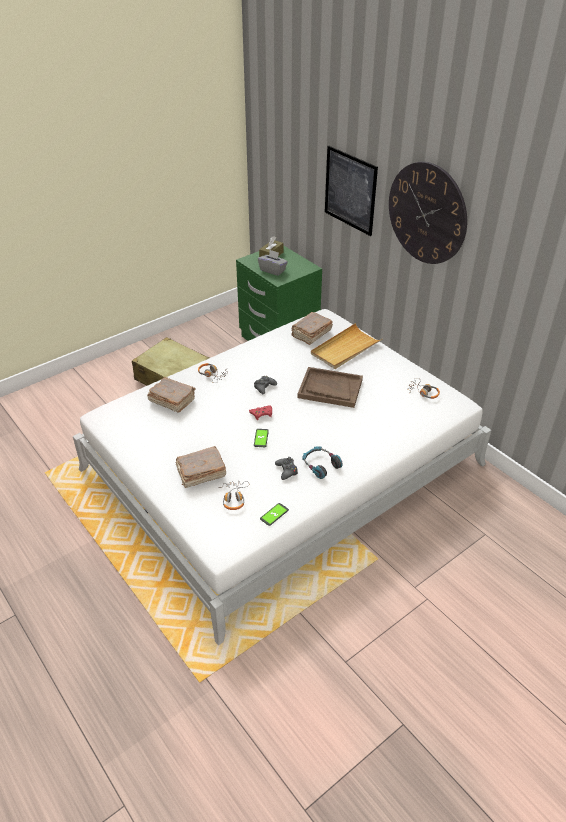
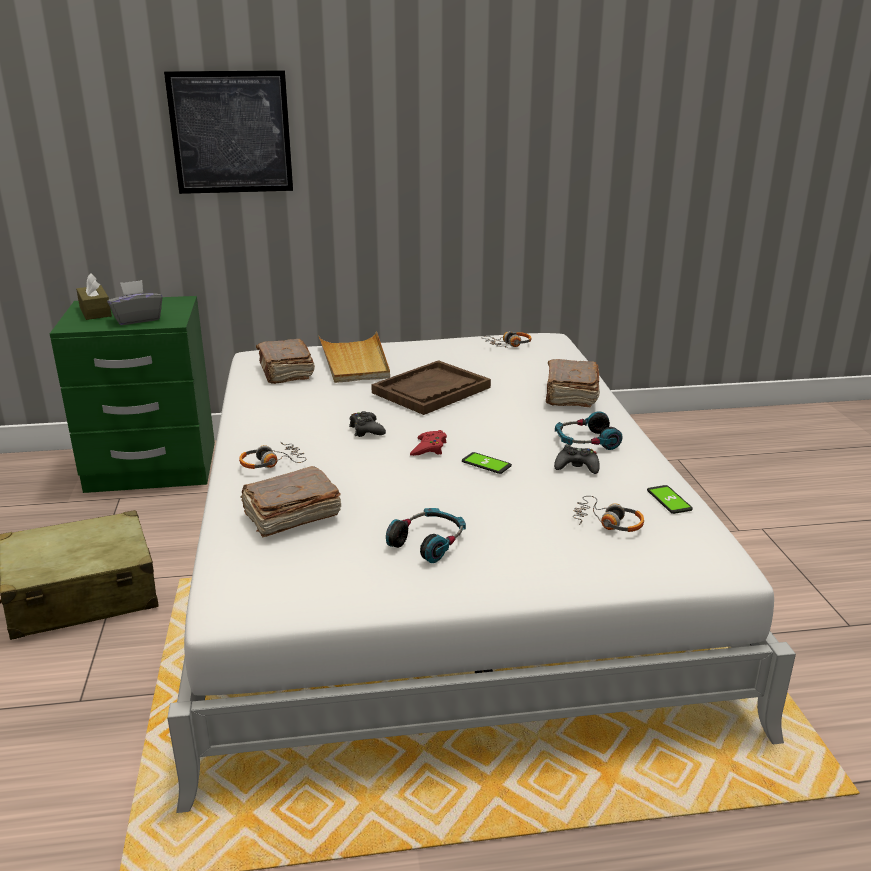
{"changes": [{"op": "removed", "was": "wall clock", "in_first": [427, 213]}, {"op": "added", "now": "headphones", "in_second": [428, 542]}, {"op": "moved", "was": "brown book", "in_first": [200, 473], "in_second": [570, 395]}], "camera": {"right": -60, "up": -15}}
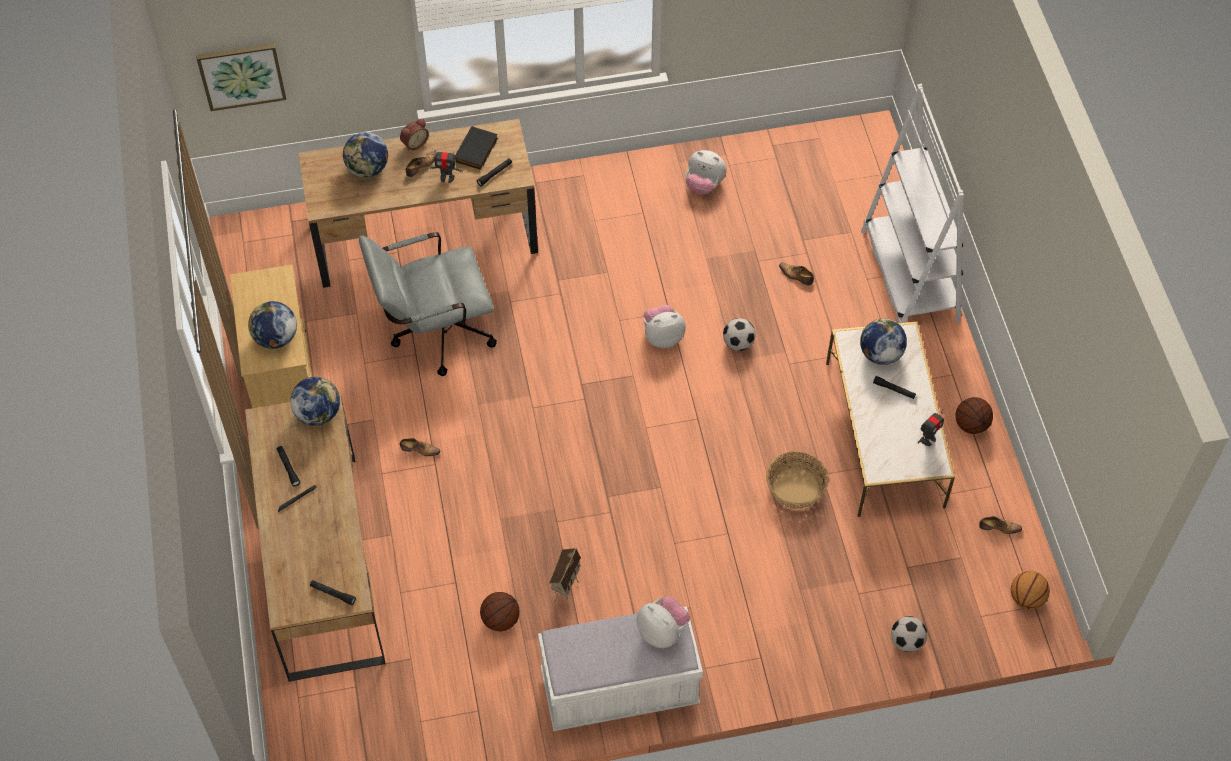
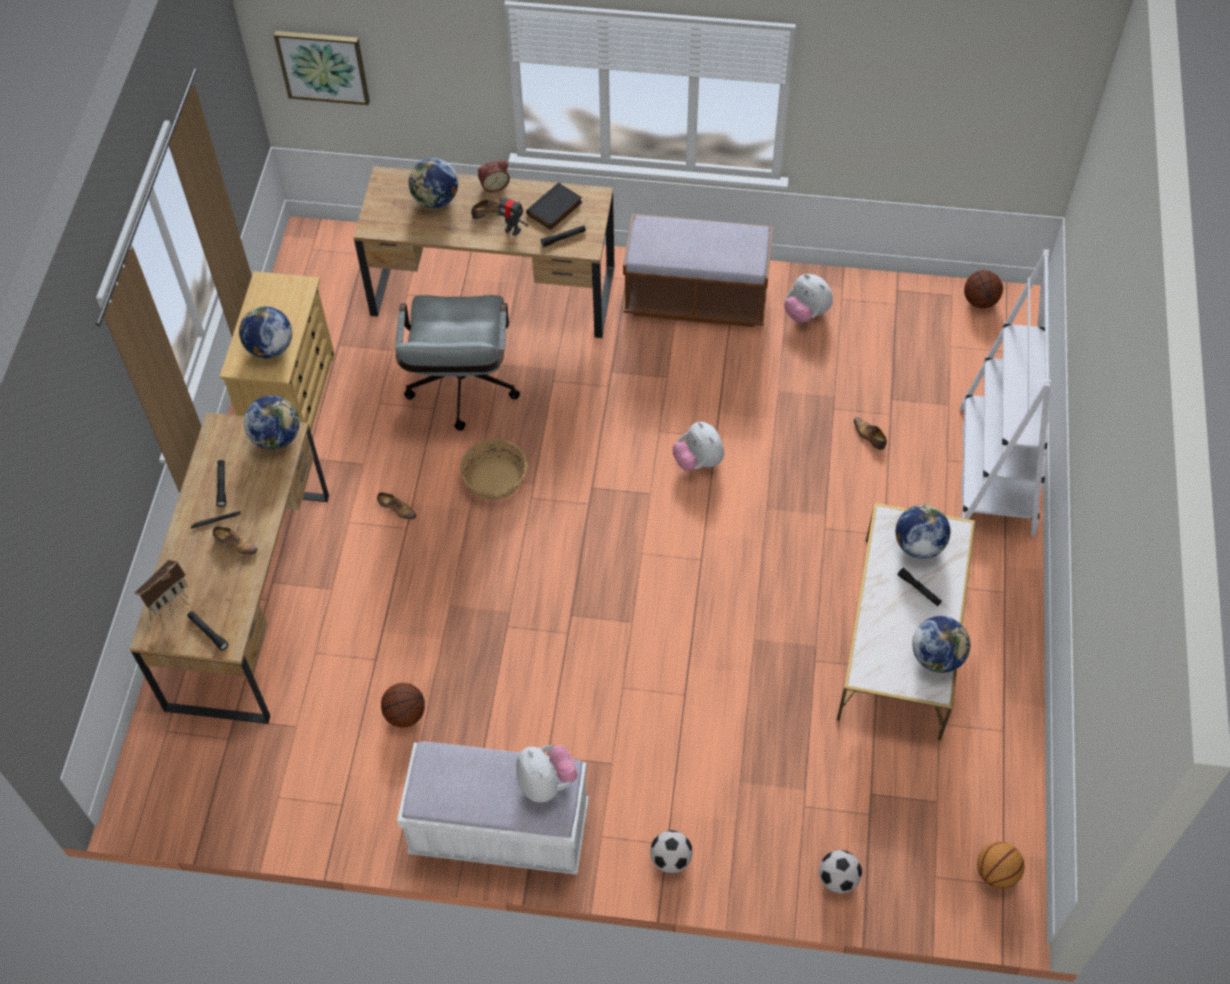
{"changes": [{"op": "added", "now": "brown bench", "in_second": [696, 299]}, {"op": "moved", "was": "toy house", "in_first": [565, 589], "in_second": [170, 608]}, {"op": "moved", "was": "football", "in_first": [738, 343], "in_second": [670, 859]}, {"op": "moved", "was": "basket", "in_first": [795, 488], "in_second": [495, 478]}, {"op": "moved", "was": "basketball", "in_first": [971, 424], "in_second": [980, 300]}, {"op": "moved", "was": "shoe", "in_first": [998, 527], "in_second": [235, 543]}, {"op": "replaced", "was": "toy robot", "now": "globe", "in_first": [928, 439], "in_second": [937, 656]}, {"op": "turned", "was": "grey office chair", "in_first": [434, 334], "in_second": [461, 393], "clockwise": -90}, {"op": "turned", "was": "plush toy", "in_first": [662, 336], "in_second": [698, 461], "clockwise": -120}], "camera": {"right": 20, "up": 0}}
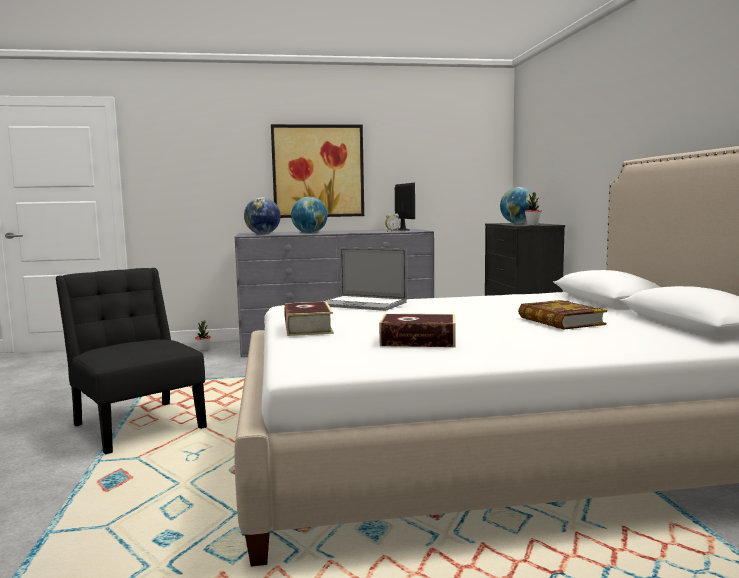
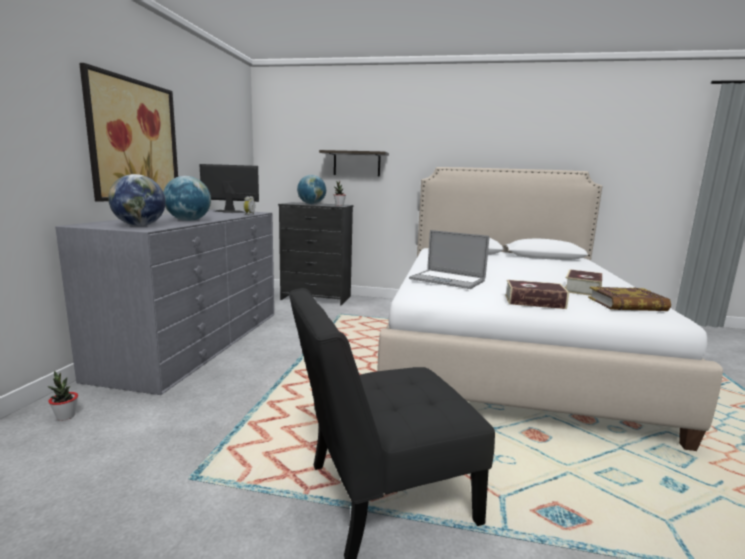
{"changes": [{"op": "added", "now": "shelf", "in_second": [356, 164]}, {"op": "moved", "was": "book", "in_first": [560, 321], "in_second": [627, 304]}, {"op": "turned", "was": "laptop", "in_first": [362, 304], "in_second": [447, 280], "clockwise": 75}], "camera": {"right": -70, "up": 5}}
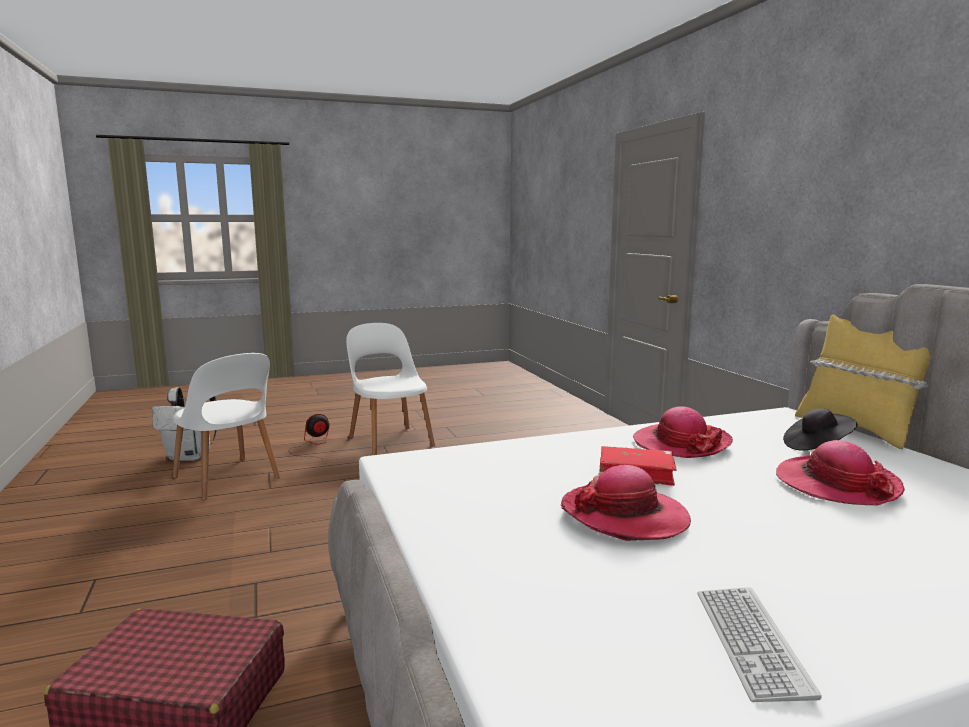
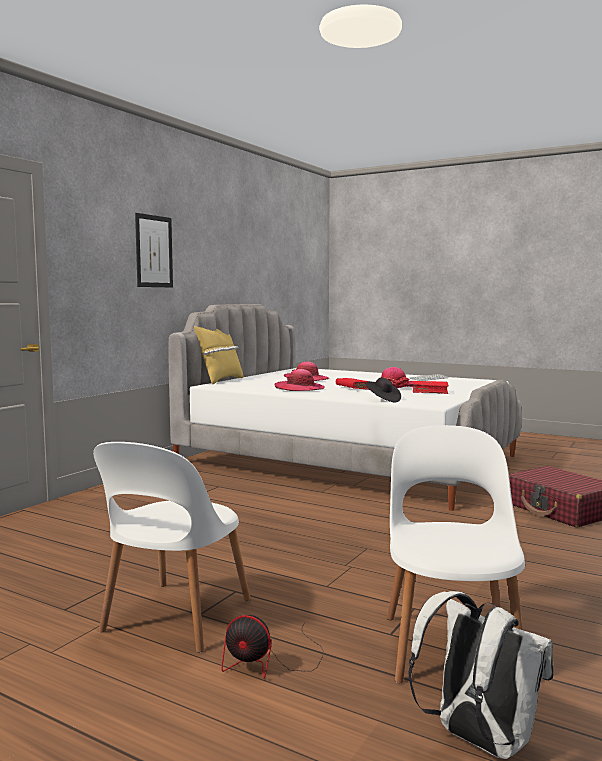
{"changes": [{"op": "added", "now": "picture", "in_second": [154, 251]}, {"op": "added", "now": "red book", "in_second": [430, 391]}, {"op": "moved", "was": "black hat", "in_first": [817, 446], "in_second": [383, 400]}], "camera": {"right": -130, "up": -5}}
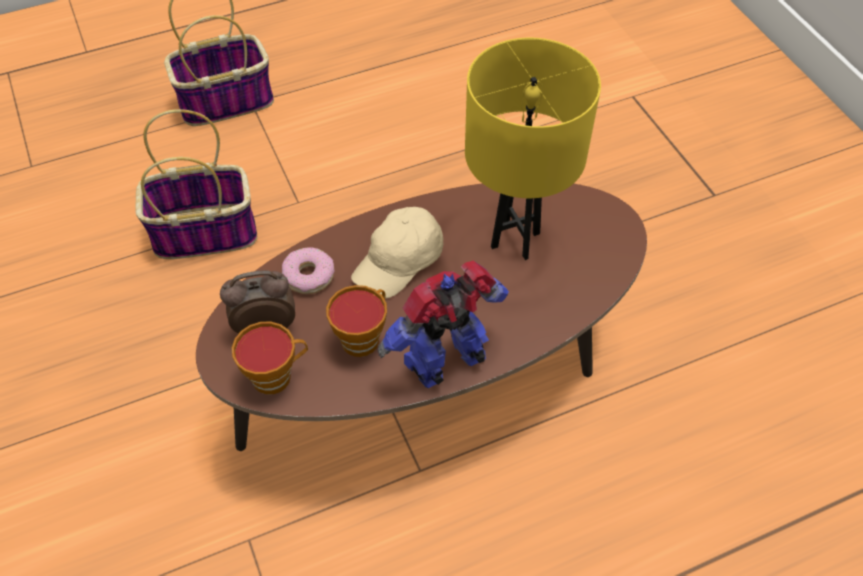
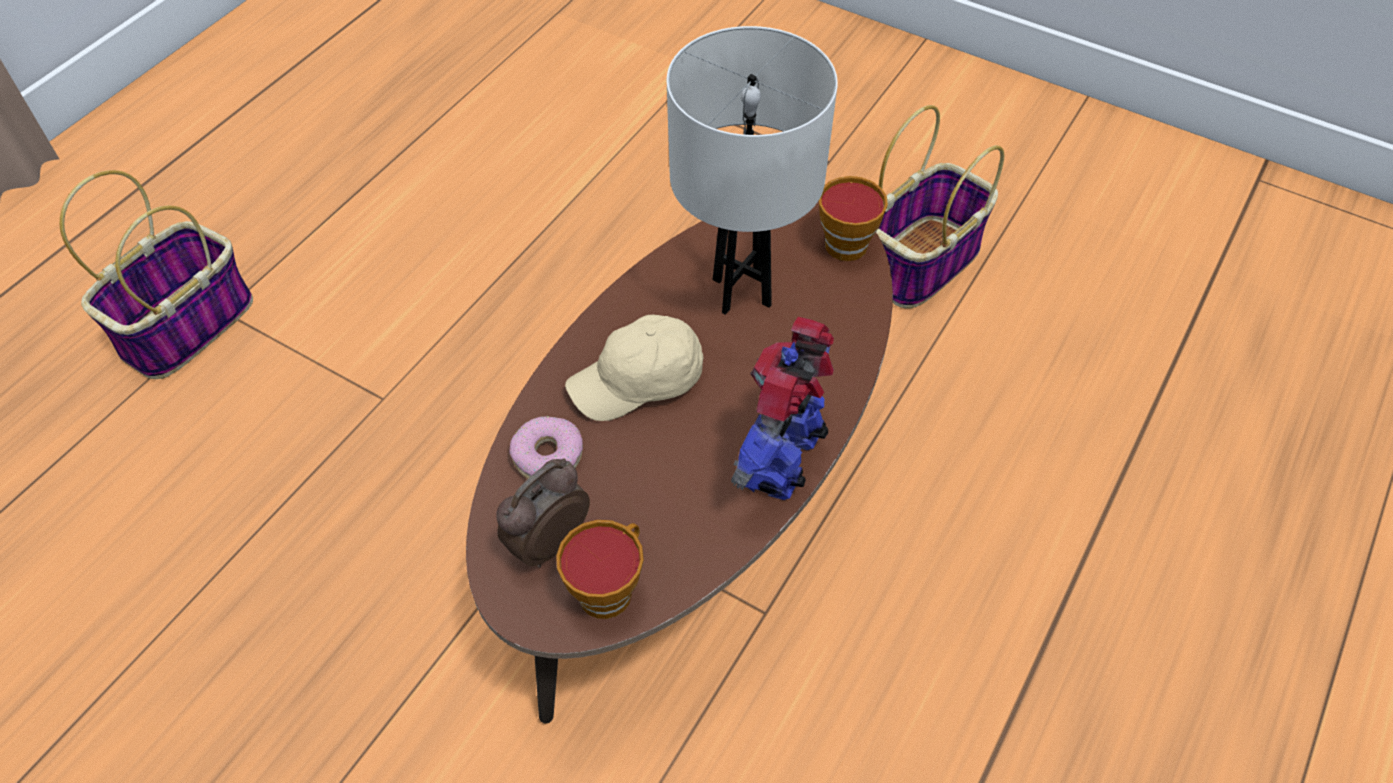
{"changes": [{"op": "moved", "was": "basket", "in_first": [206, 232], "in_second": [921, 261]}, {"op": "moved", "was": "cup", "in_first": [363, 337], "in_second": [845, 241]}, {"op": "recoloured", "was": "yellow table lamp", "now": "white table lamp", "in_first": [515, 240], "in_second": [741, 292]}, {"op": "turned", "was": "beige cap", "in_first": [400, 262], "in_second": [639, 382], "clockwise": 60}], "camera": {"right": -35, "up": 0}}
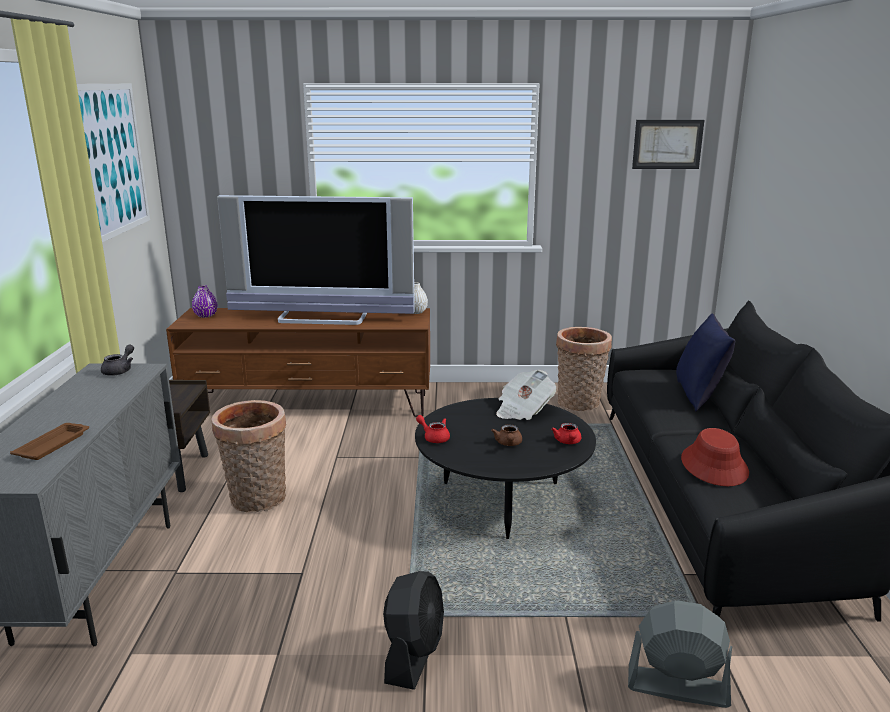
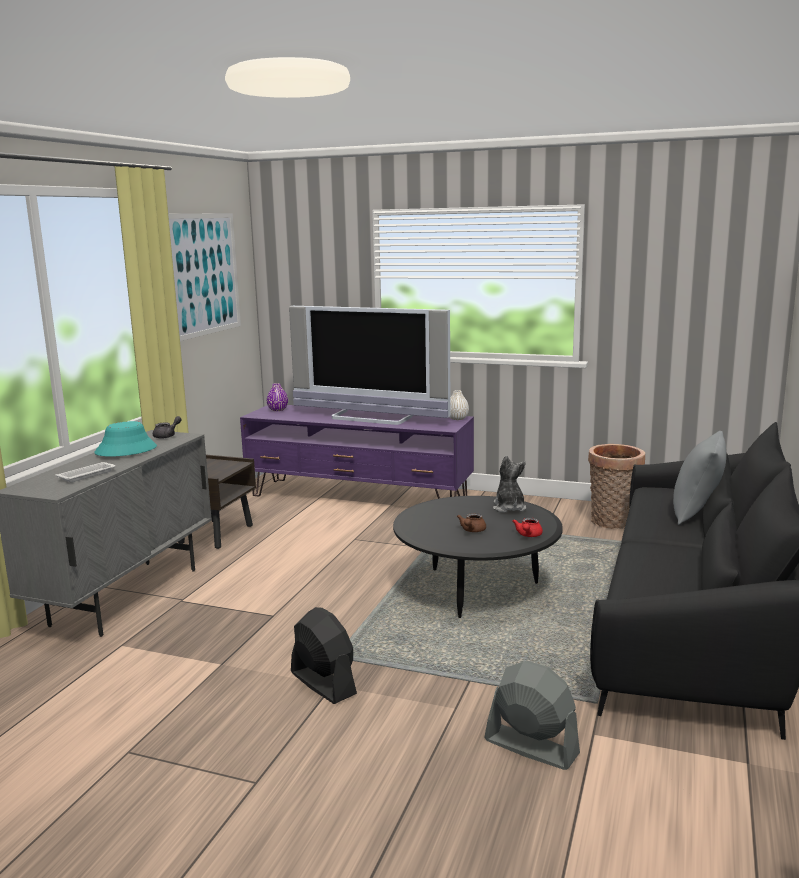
{"changes": [{"op": "removed", "was": "basket", "in_first": [257, 501]}, {"op": "removed", "was": "red teapot", "in_first": [434, 437]}, {"op": "removed", "was": "picture", "in_first": [667, 144]}, {"op": "removed", "was": "red hat", "in_first": [714, 466]}, {"op": "added", "now": "turquoise hat", "in_second": [126, 450]}, {"op": "replaced", "was": "newspaper", "now": "plush toy", "in_first": [523, 410], "in_second": [509, 508]}, {"op": "recoloured", "was": "brown tray", "now": "white tray", "in_first": [53, 445], "in_second": [88, 475]}, {"op": "recoloured", "was": "brown tv stand", "now": "purple tv stand", "in_first": [310, 404], "in_second": [359, 497]}, {"op": "recoloured", "was": "blue pillow", "now": "grey pillow", "in_first": [699, 396], "in_second": [696, 513]}, {"op": "turned", "was": "black fan", "in_first": [414, 654], "in_second": [323, 683], "clockwise": -75}], "camera": {"right": 20, "up": -5}}
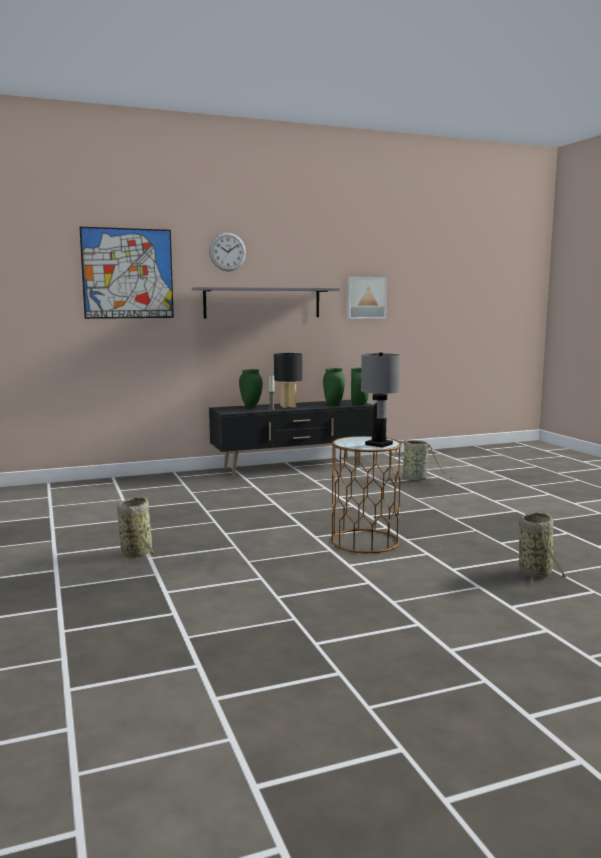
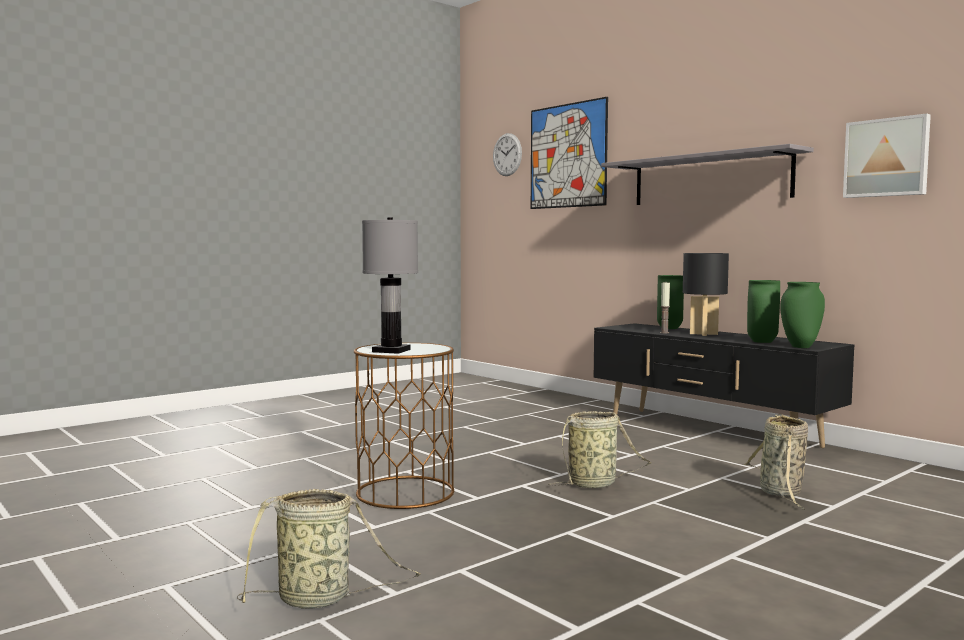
{"changes": [{"op": "moved", "was": "basket", "in_first": [137, 552], "in_second": [595, 484]}, {"op": "moved", "was": "wall clock", "in_first": [227, 252], "in_second": [507, 154]}], "camera": {"right": 70, "up": -5}}
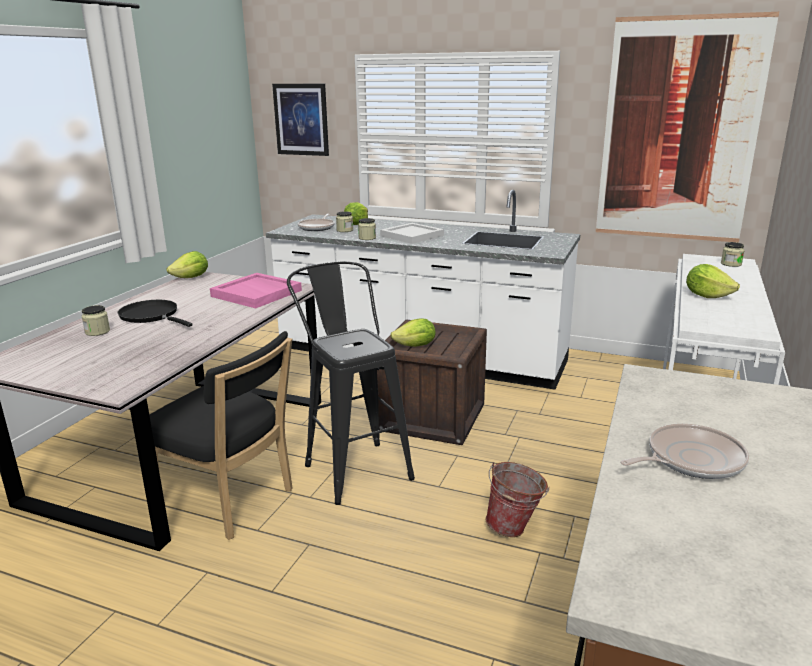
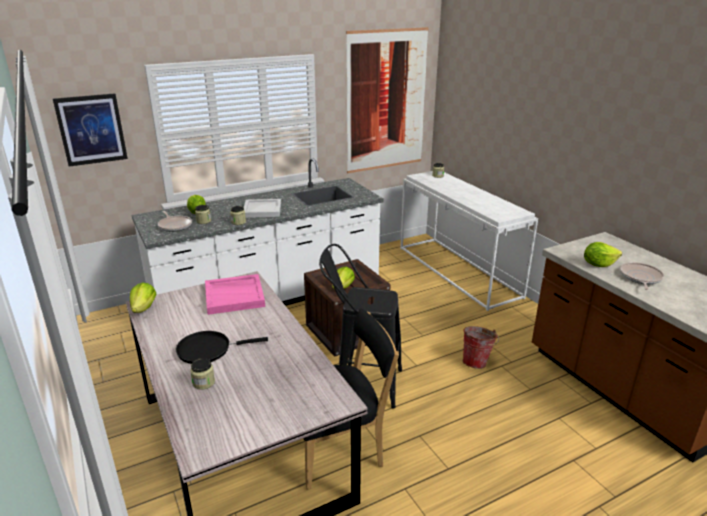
{"changes": [{"op": "moved", "was": "lettuce", "in_first": [707, 296], "in_second": [598, 264]}], "camera": {"right": -50, "up": 5}}
